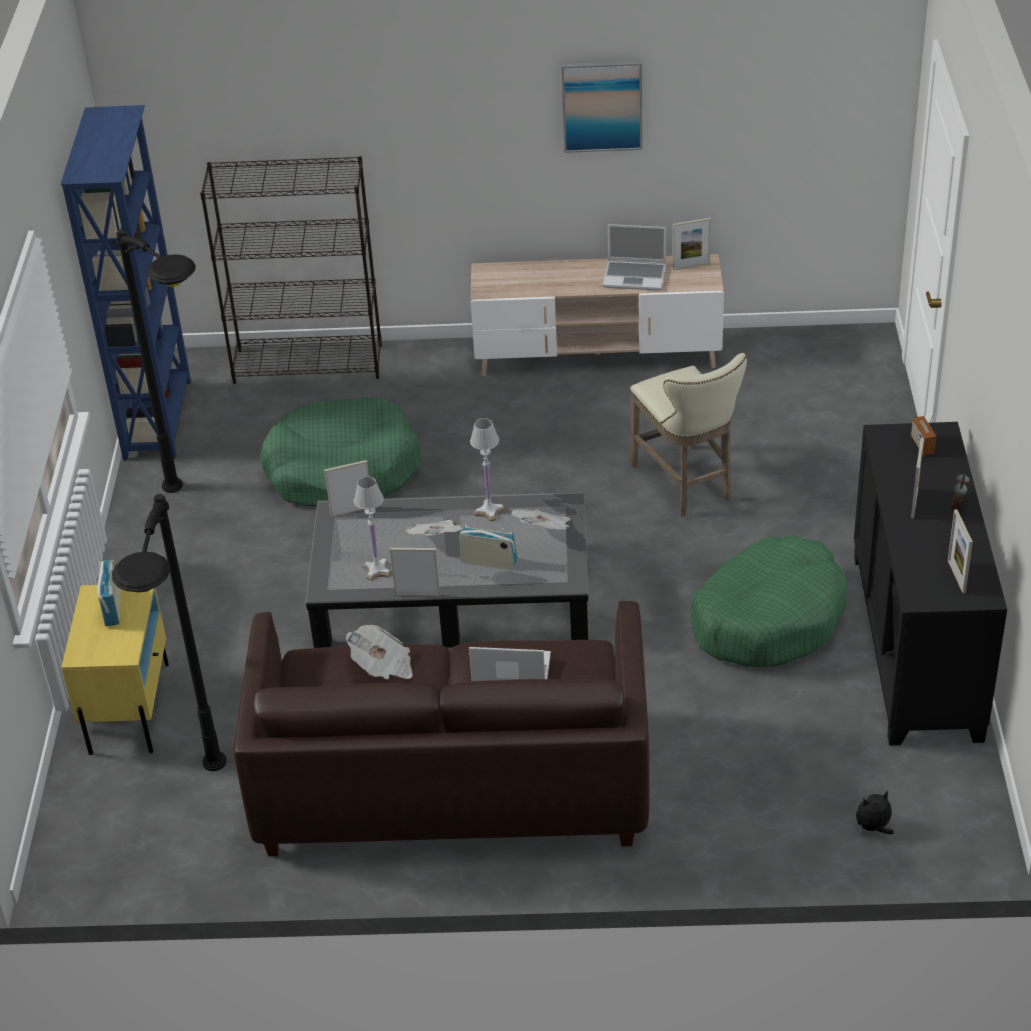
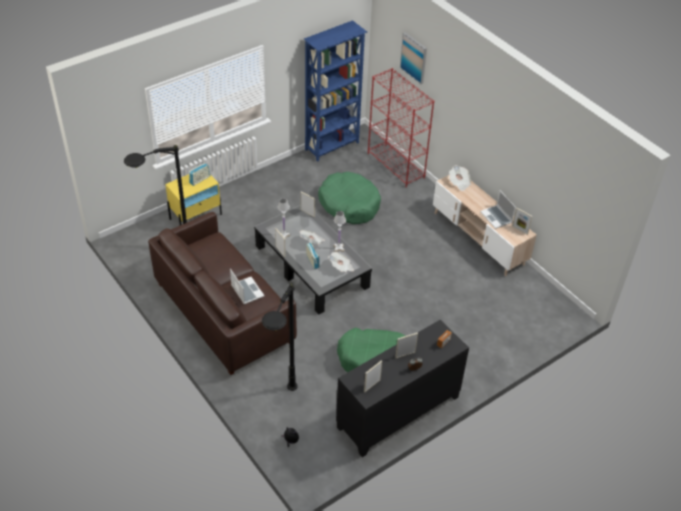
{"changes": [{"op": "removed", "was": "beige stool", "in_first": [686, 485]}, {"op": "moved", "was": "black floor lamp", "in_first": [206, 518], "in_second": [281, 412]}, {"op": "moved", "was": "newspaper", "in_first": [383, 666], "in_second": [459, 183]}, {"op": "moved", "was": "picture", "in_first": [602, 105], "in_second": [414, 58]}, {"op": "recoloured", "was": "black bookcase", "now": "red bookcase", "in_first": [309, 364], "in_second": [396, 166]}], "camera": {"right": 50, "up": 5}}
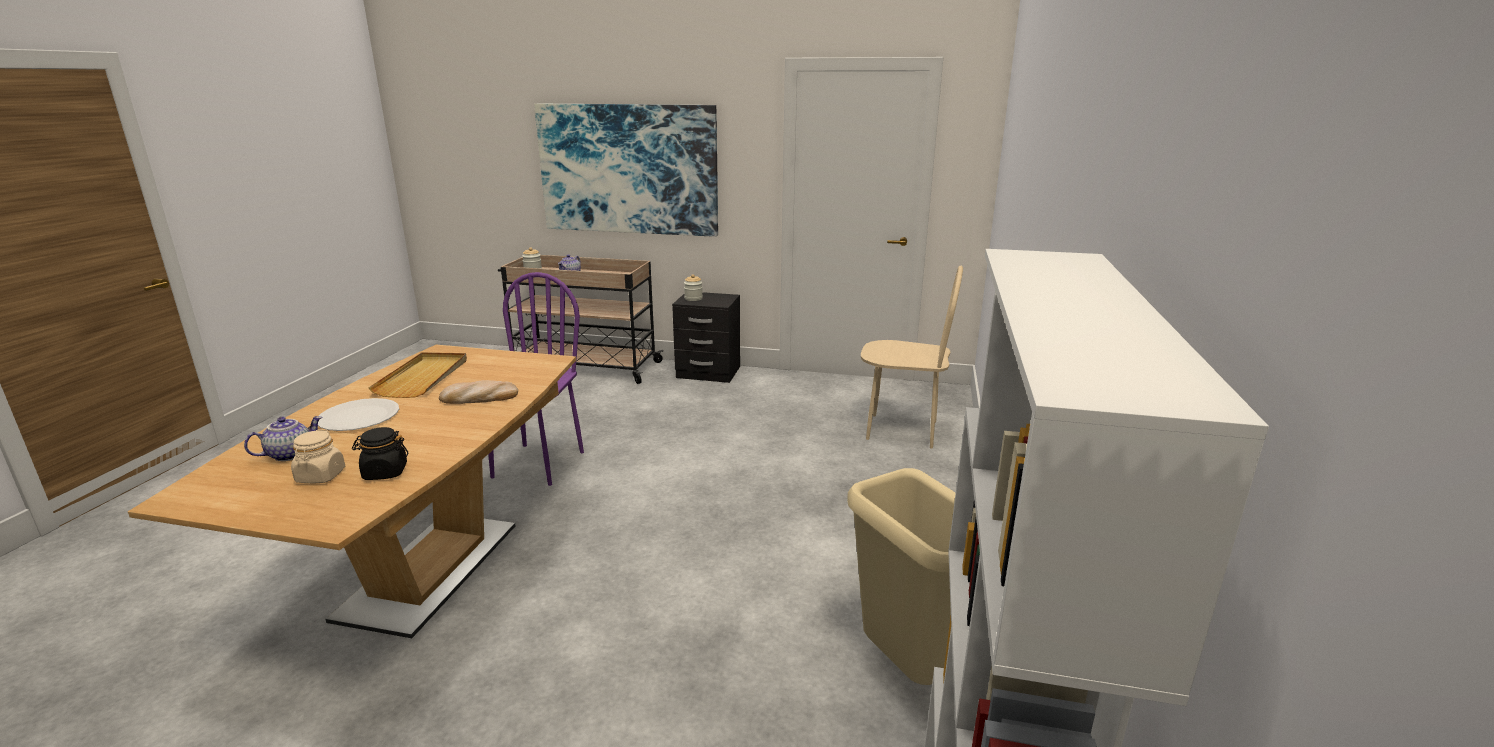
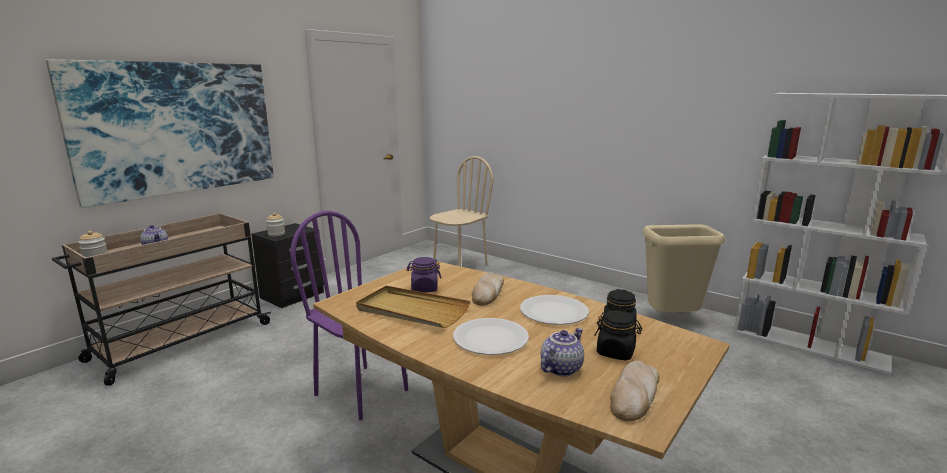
{"changes": [{"op": "added", "now": "purple jar", "in_second": [424, 289]}, {"op": "added", "now": "white plate", "in_second": [553, 312]}, {"op": "added", "now": "bread", "in_second": [634, 394]}, {"op": "recoloured", "was": "beige jar", "now": "black jar", "in_first": [320, 476], "in_second": [616, 352]}, {"op": "turned", "was": "teapot", "in_first": [290, 454], "in_second": [560, 368], "clockwise": 60}], "camera": {"right": -65, "up": -5}}
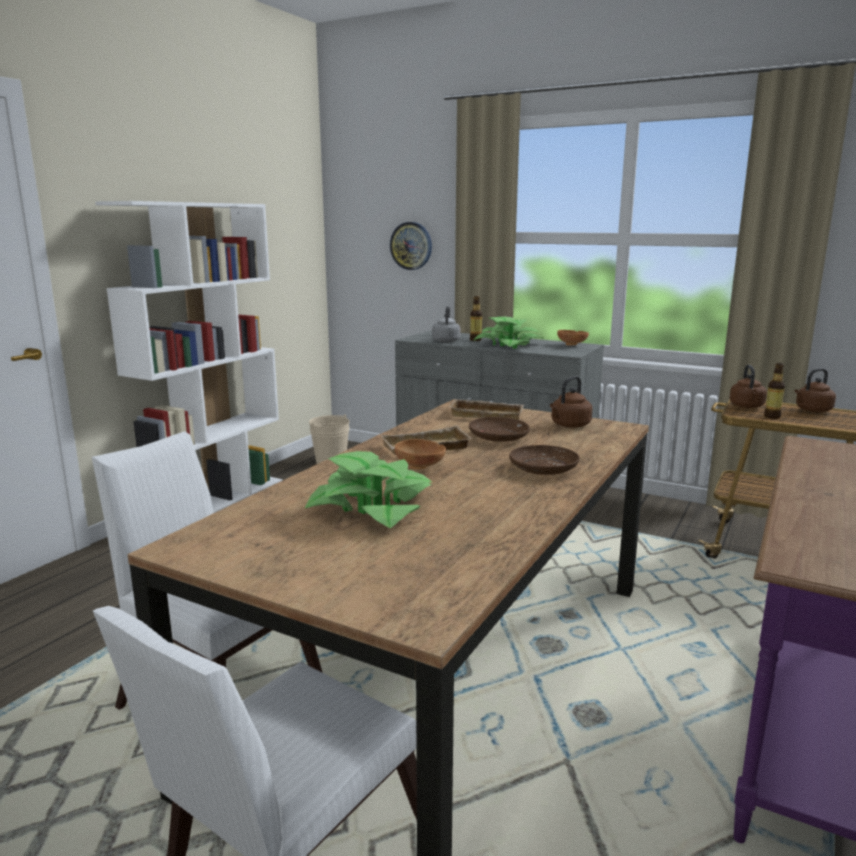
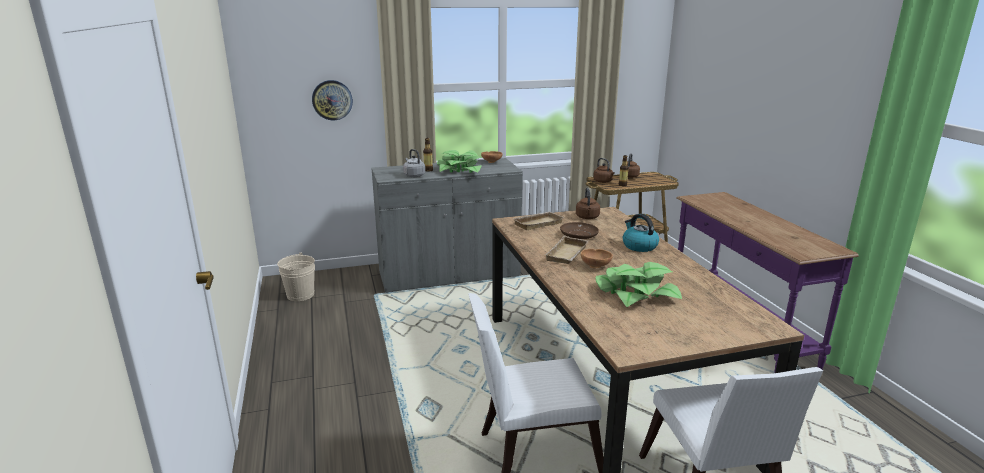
{"changes": [{"op": "removed", "was": "white bookcase", "in_first": [215, 501]}, {"op": "replaced", "was": "brown plate", "now": "kettle", "in_first": [543, 468], "in_second": [639, 246]}], "camera": {"right": -45, "up": 5}}
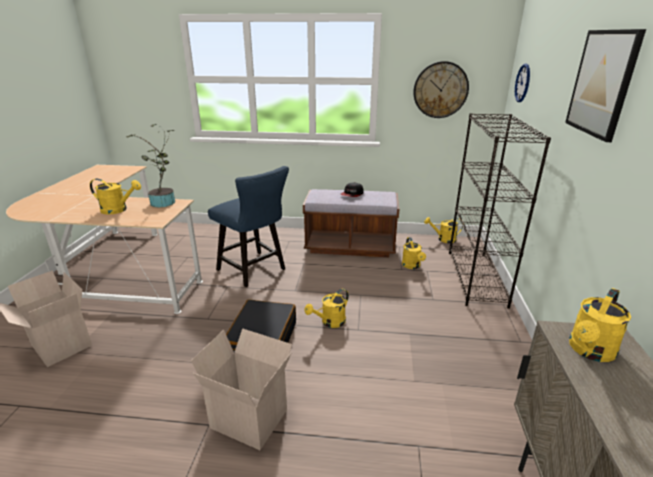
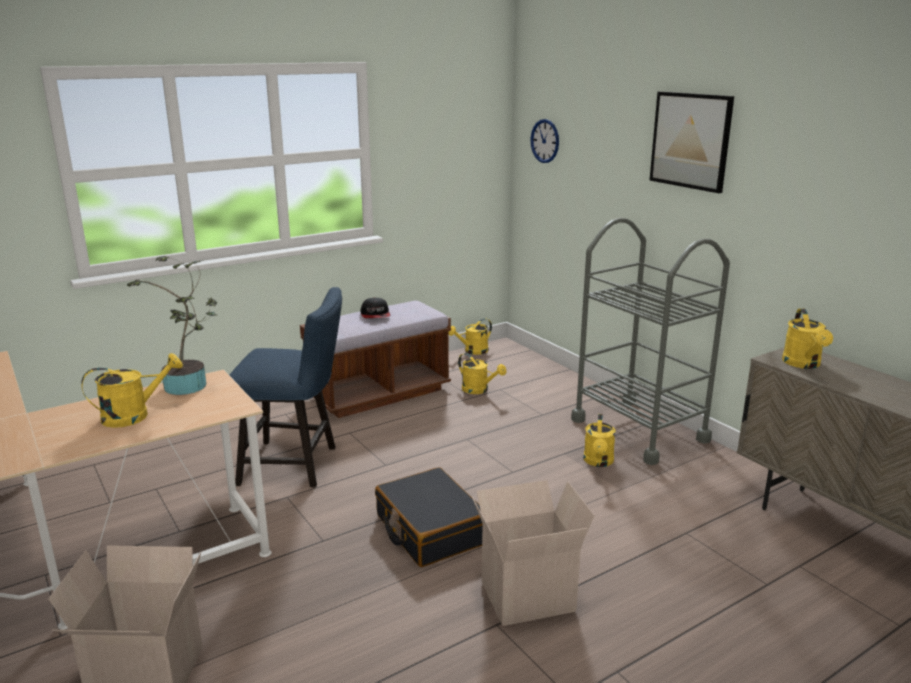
{"changes": [{"op": "removed", "was": "wall clock", "in_first": [440, 90]}, {"op": "removed", "was": "black bookcase", "in_first": [476, 278]}, {"op": "added", "now": "grey cart", "in_second": [639, 430]}, {"op": "moved", "was": "yellow watering can", "in_first": [330, 322], "in_second": [598, 462]}], "camera": {"right": -40, "up": -5}}
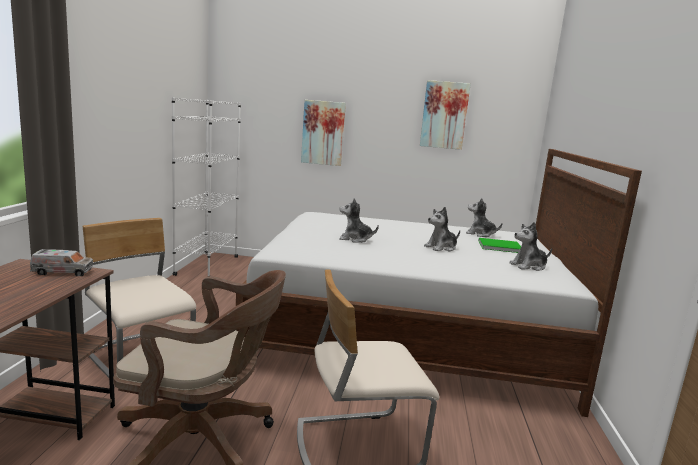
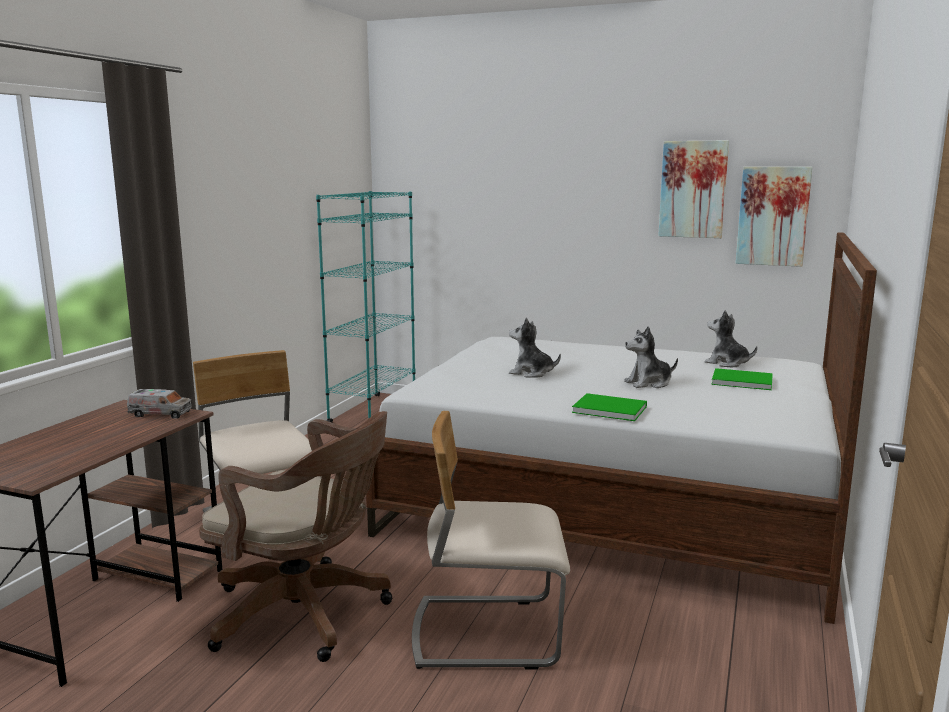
{"changes": [{"op": "removed", "was": "plush toy", "in_first": [529, 266]}, {"op": "added", "now": "green book", "in_second": [608, 409]}, {"op": "moved", "was": "picture", "in_first": [323, 133], "in_second": [772, 216]}, {"op": "recoloured", "was": "white bookcase", "now": "turquoise bookcase", "in_first": [207, 266], "in_second": [373, 411]}], "camera": {"right": 15, "up": 0}}
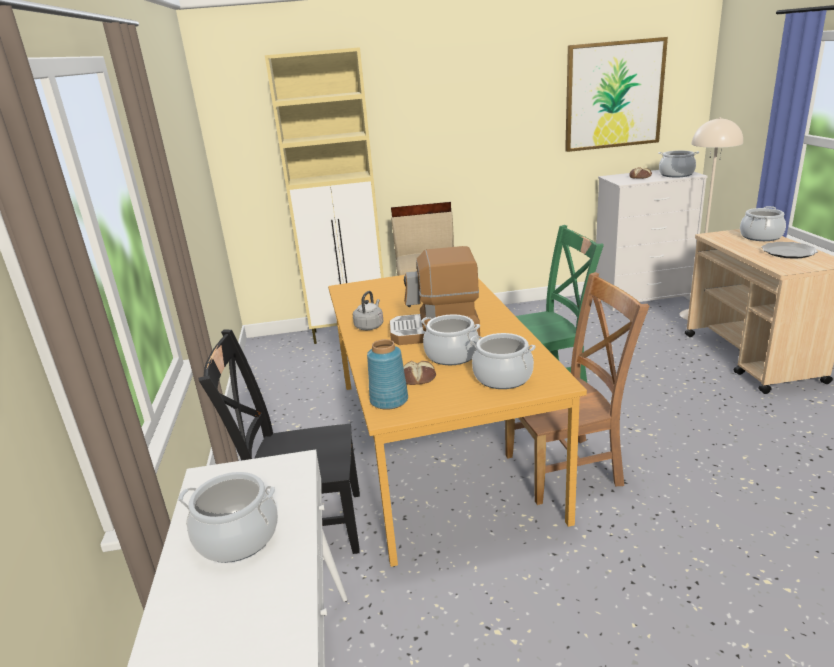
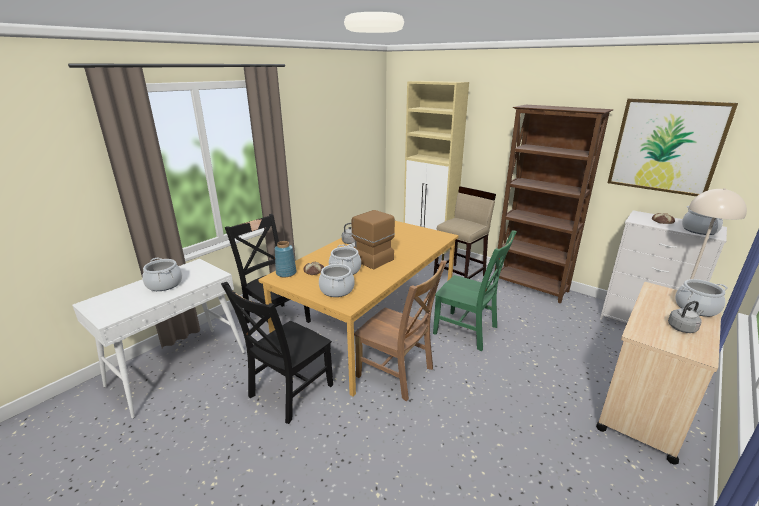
{"changes": [{"op": "added", "now": "black chair", "in_second": [288, 392]}, {"op": "added", "now": "brown bookcase", "in_second": [530, 287]}, {"op": "replaced", "was": "plate", "now": "grey kettle", "in_first": [788, 252], "in_second": [682, 328]}], "camera": {"right": 45, "up": 0}}
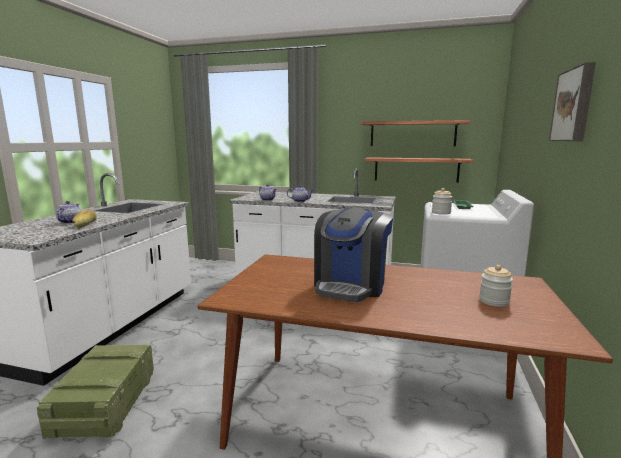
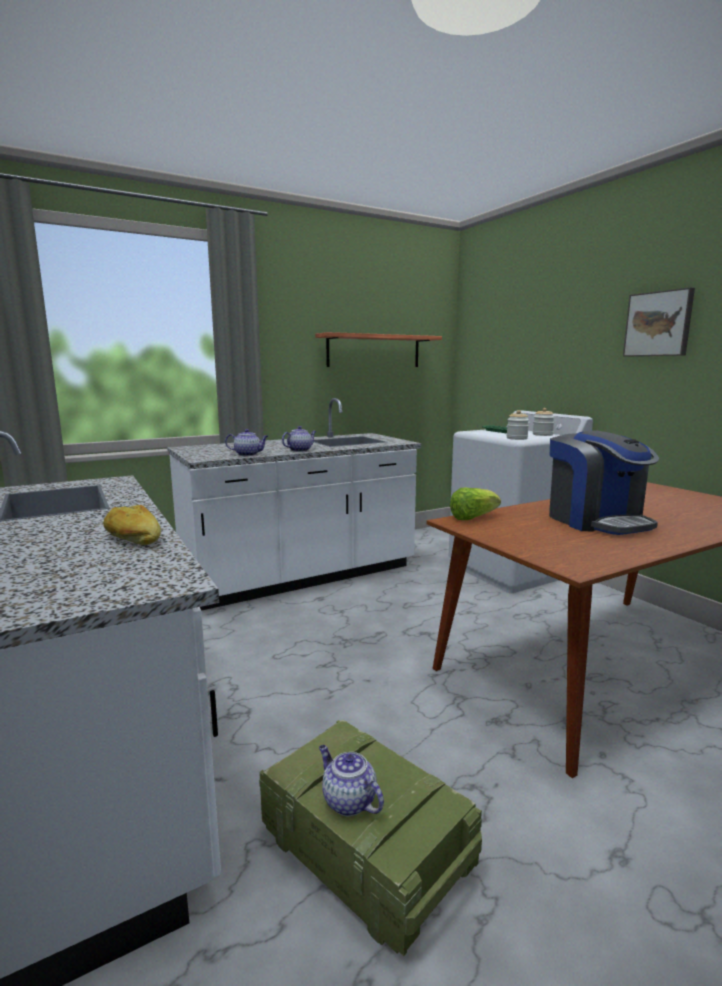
{"changes": [{"op": "removed", "was": "shelf", "in_first": [416, 169]}, {"op": "added", "now": "lettuce", "in_second": [472, 518]}, {"op": "moved", "was": "teapot", "in_first": [70, 222], "in_second": [348, 801]}, {"op": "moved", "was": "jar", "in_first": [494, 301], "in_second": [542, 434]}], "camera": {"right": -45, "up": 0}}
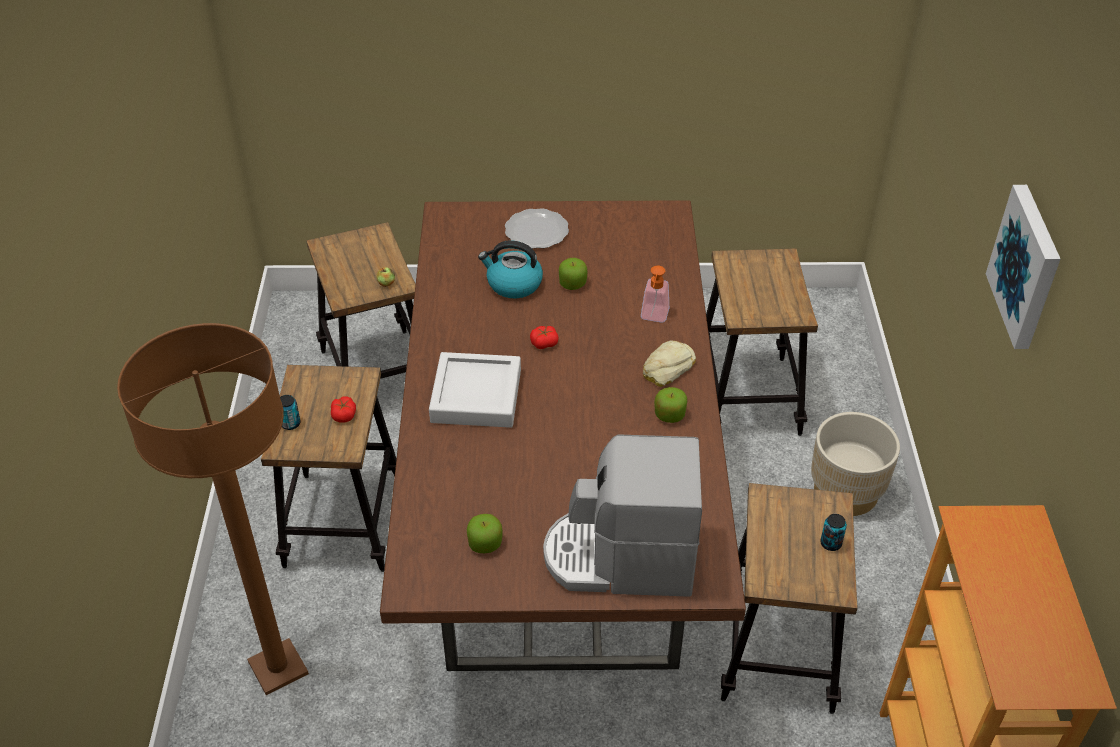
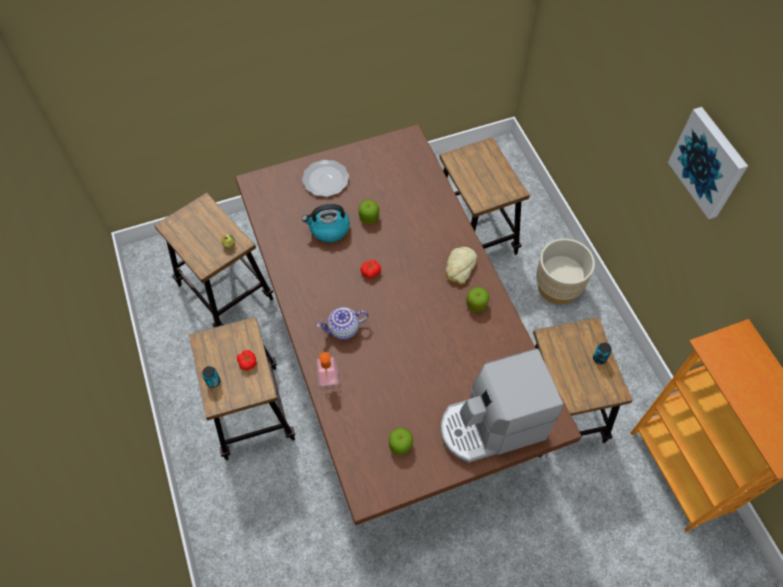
{"changes": [{"op": "removed", "was": "brown floor lamp", "in_first": [278, 668]}, {"op": "moved", "was": "soap dispenser", "in_first": [653, 317], "in_second": [328, 381]}, {"op": "replaced", "was": "grey tray", "now": "teapot", "in_first": [476, 396], "in_second": [343, 330]}], "camera": {"right": -20, "up": 15}}
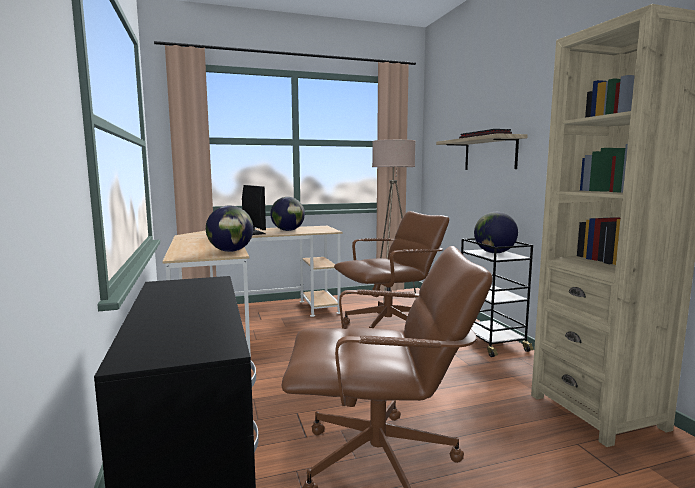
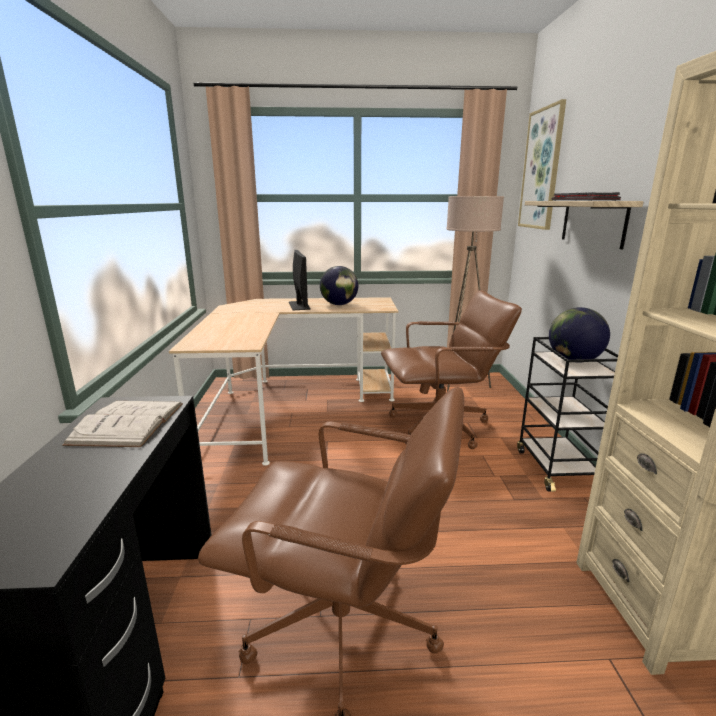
{"changes": [{"op": "removed", "was": "globe", "in_first": [231, 251]}, {"op": "added", "now": "white book", "in_second": [128, 423]}, {"op": "added", "now": "picture", "in_second": [542, 169]}], "camera": {"right": 15, "up": 10}}
